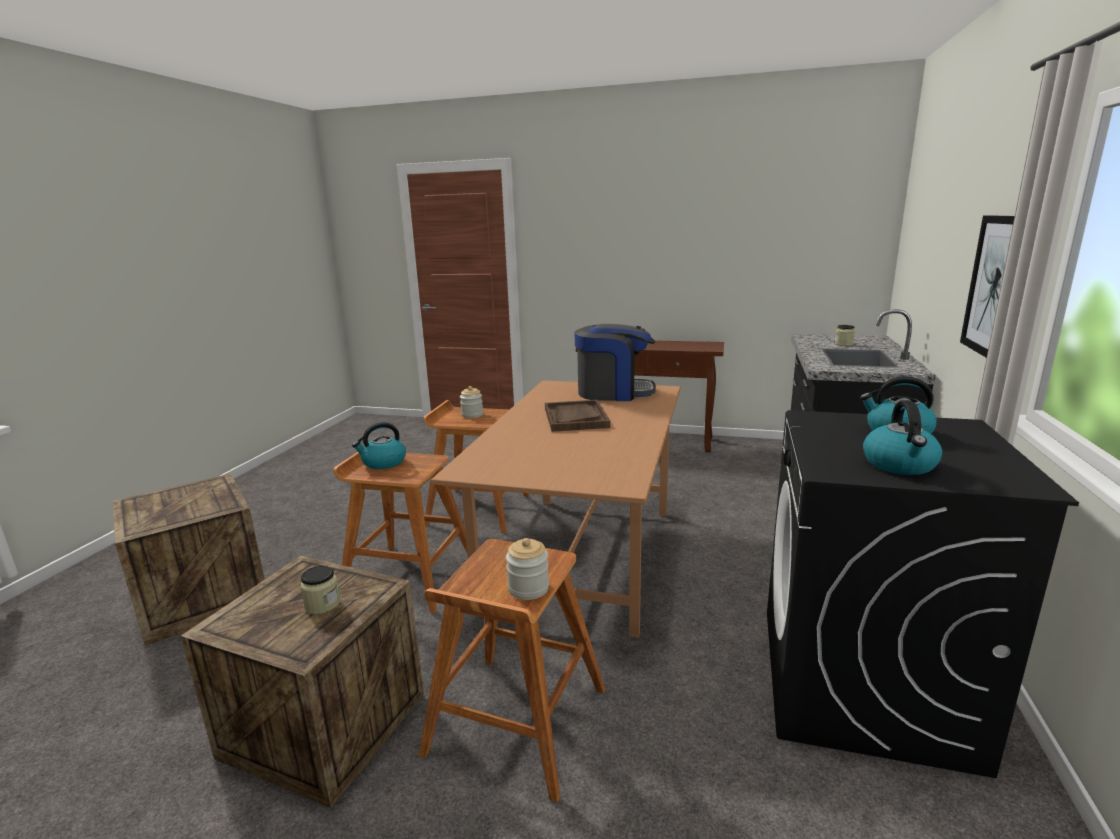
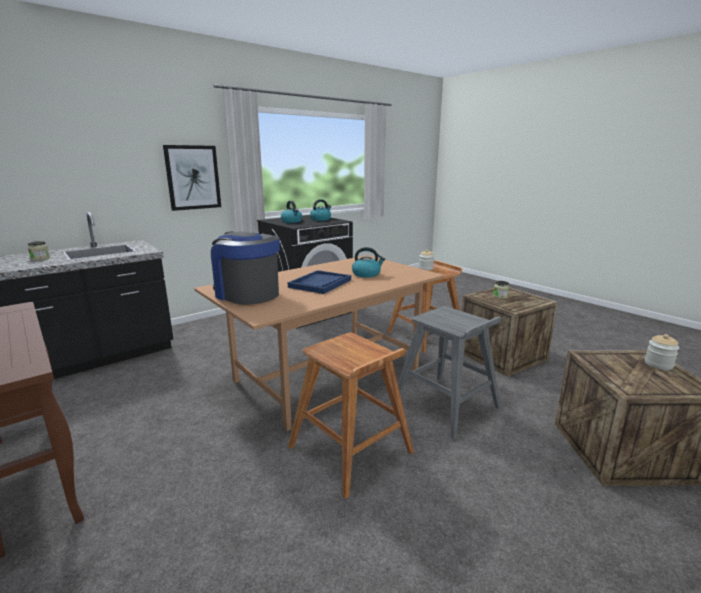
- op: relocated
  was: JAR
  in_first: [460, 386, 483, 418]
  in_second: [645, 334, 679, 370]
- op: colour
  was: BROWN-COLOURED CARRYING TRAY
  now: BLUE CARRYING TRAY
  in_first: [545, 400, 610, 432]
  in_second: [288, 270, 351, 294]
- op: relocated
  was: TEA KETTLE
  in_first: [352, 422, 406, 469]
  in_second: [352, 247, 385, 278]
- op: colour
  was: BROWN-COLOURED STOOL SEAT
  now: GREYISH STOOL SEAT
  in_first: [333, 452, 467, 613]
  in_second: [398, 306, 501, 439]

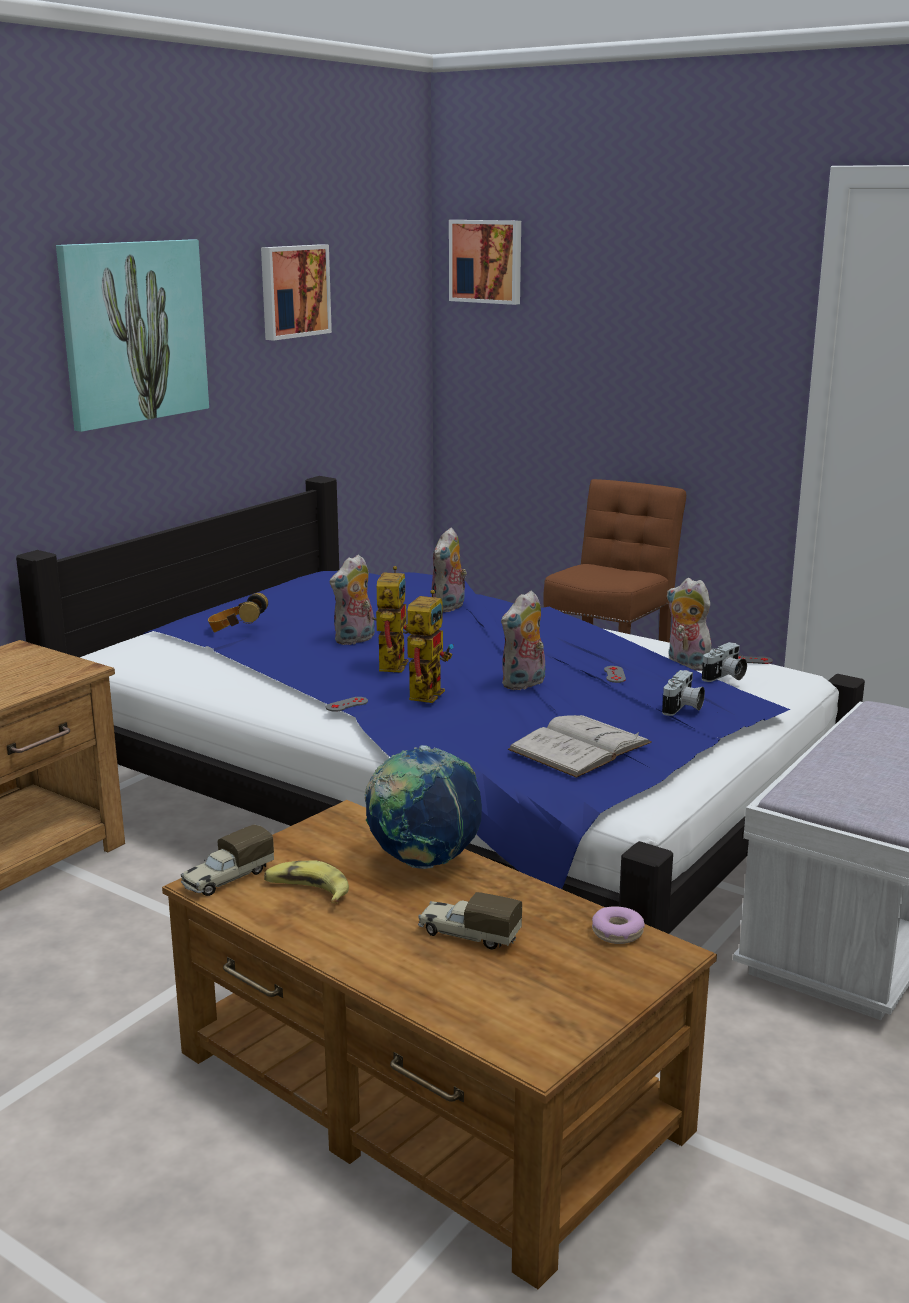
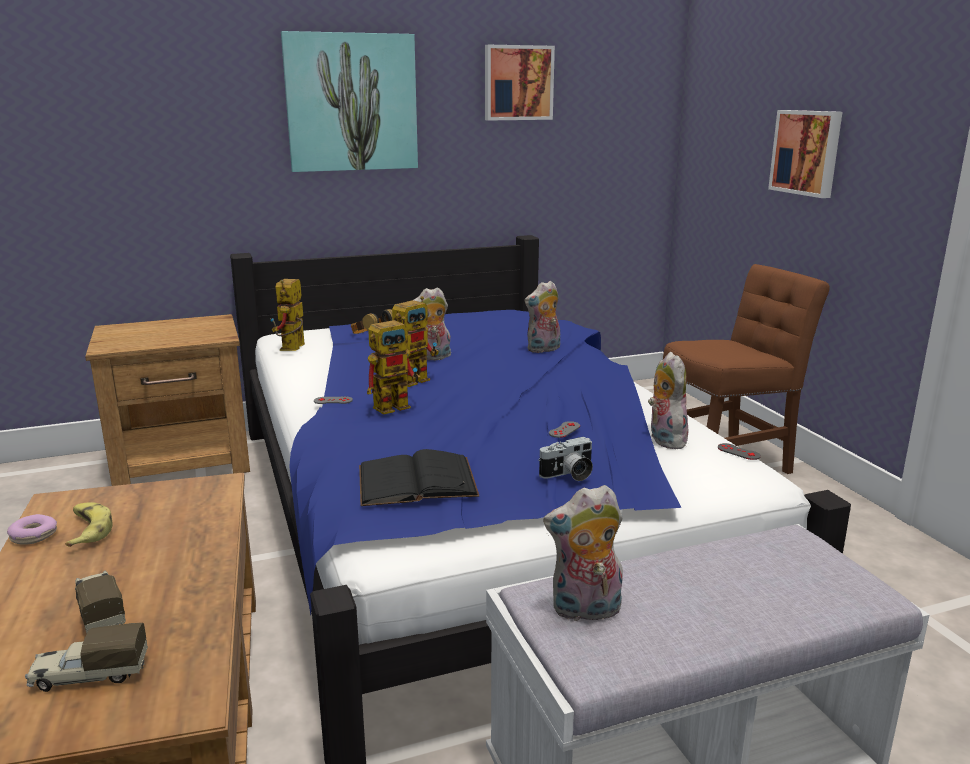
- op: relocated
  was: WALL ART
  in_first: [449, 220, 521, 305]
  in_second: [768, 110, 842, 198]
- op: relocated
  was: CUDDLY TOY
  in_first: [501, 591, 545, 690]
  in_second: [543, 485, 623, 624]
- op: missing
  was: PHOTO CAMERA
  in_first: [702, 642, 747, 682]
- op: colour
  was: WHITE-COLOURED VOLUME
  now: BLACK-COLOURED VOLUME
  in_first: [508, 715, 652, 778]
  in_second: [359, 449, 480, 506]
- op: missing
  was: DESK GLOBE
  in_first: [365, 745, 482, 869]
- op: relocated
  was: TOY LORRY
  in_first: [181, 825, 274, 896]
  in_second: [25, 623, 148, 692]
- op: relocated
  was: RING DOUGHNUT
  in_first: [592, 906, 645, 944]
  in_second: [7, 514, 57, 545]
- op: appeared
  now: TOY ROBOT
  in_second: [270, 279, 305, 351]

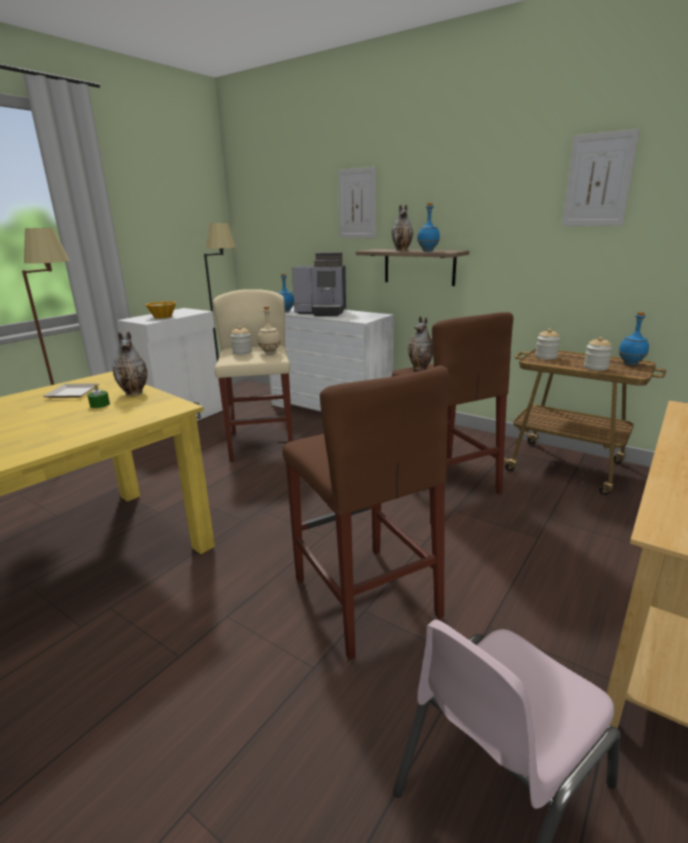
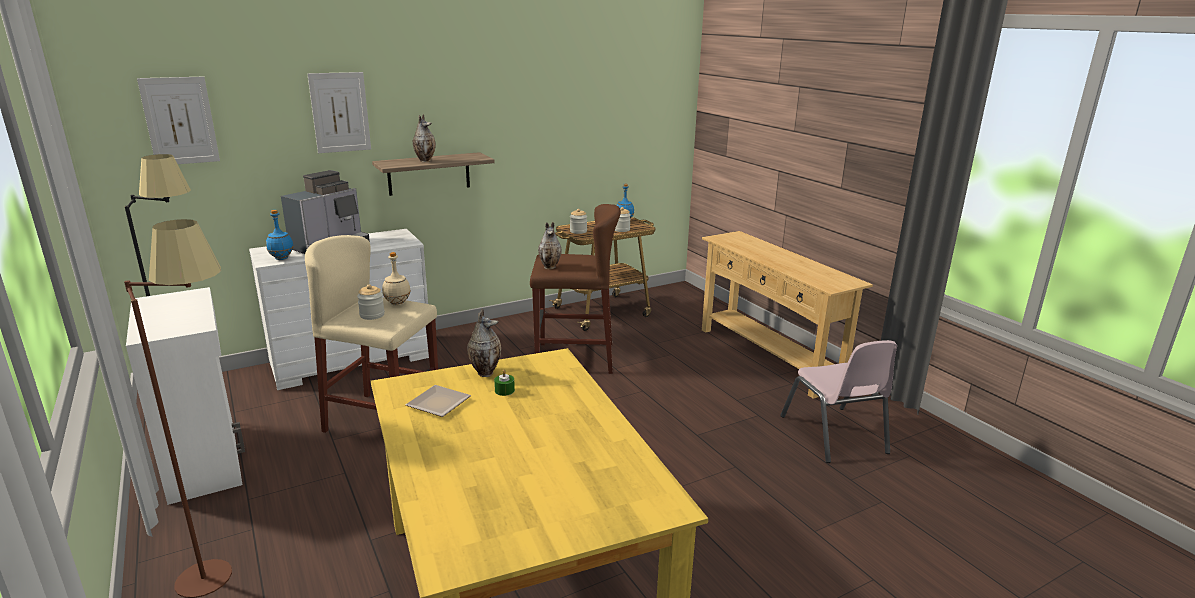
- op: relocated
  was: WALL ART
  in_first: [562, 129, 640, 226]
  in_second: [137, 77, 220, 164]
- op: missing
  was: BLUE BOTTLE
  in_first: [417, 203, 440, 251]
- op: missing
  was: SERVING BOWL
  in_first: [145, 301, 176, 318]
- op: missing
  was: BROWN-COLOURED STOOL SEAT
  in_first: [282, 365, 449, 660]

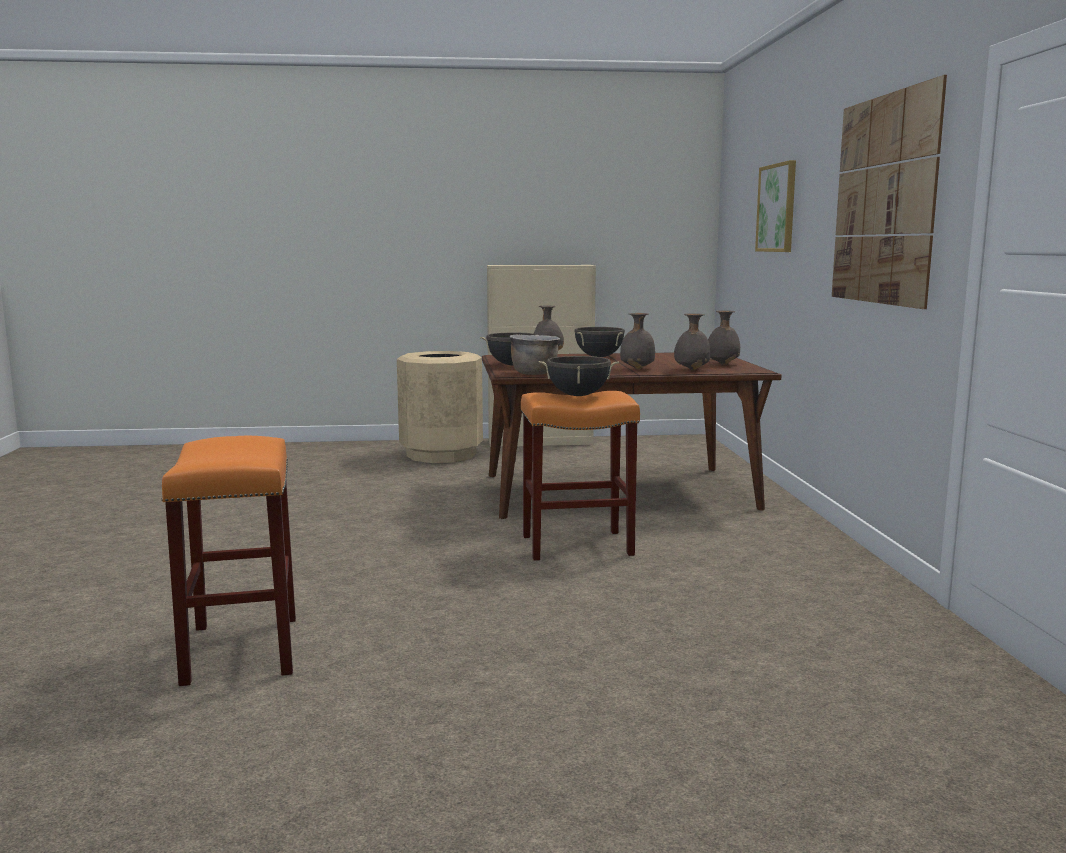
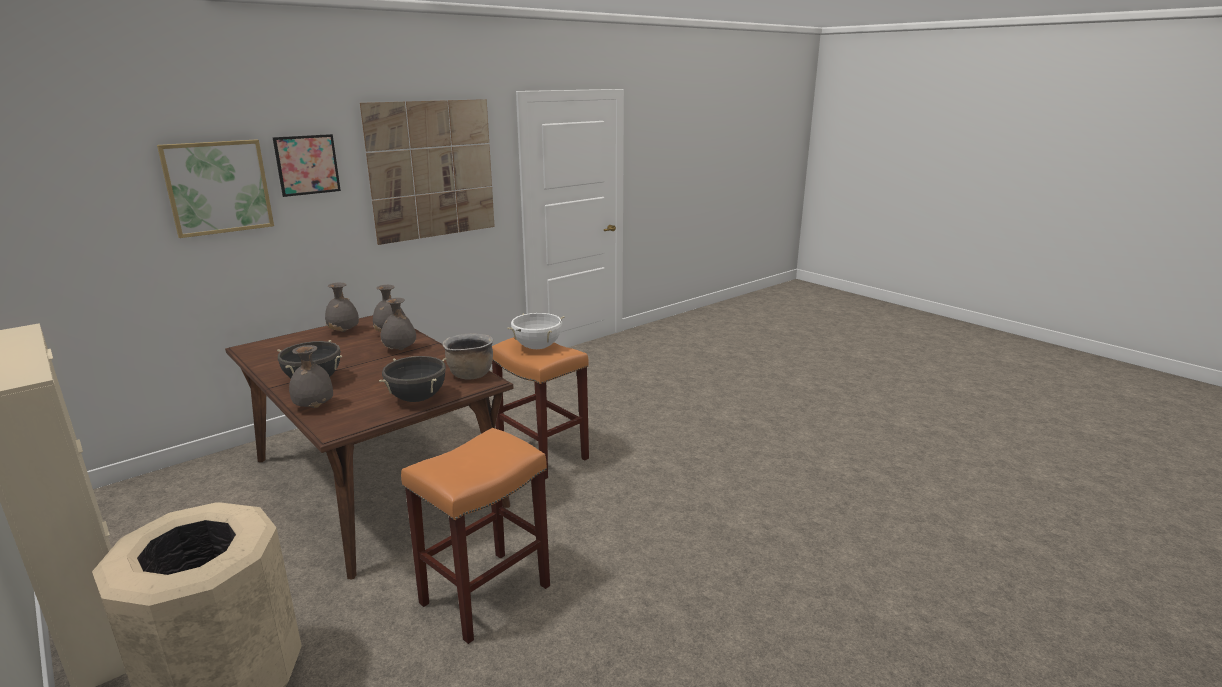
- op: colour
  was: BLACK-COLOURED SAUCEPOT
  now: WHITE-COLOURED SAUCEPOT
  in_first: [539, 356, 619, 396]
  in_second: [507, 313, 565, 349]
- op: relocated
  was: ORANGE-COLOURED STOOL SEAT
  in_first: [161, 436, 296, 686]
  in_second: [401, 428, 550, 644]
- op: appeared
  now: WALL ART
  in_second: [273, 134, 341, 197]

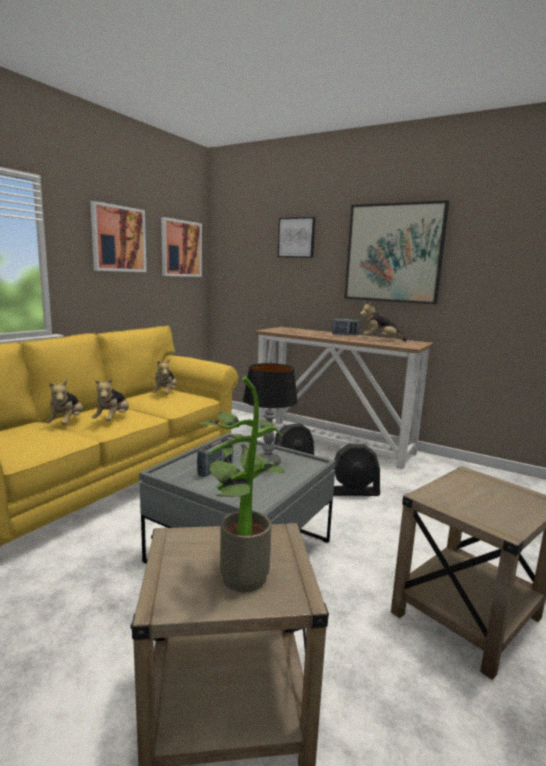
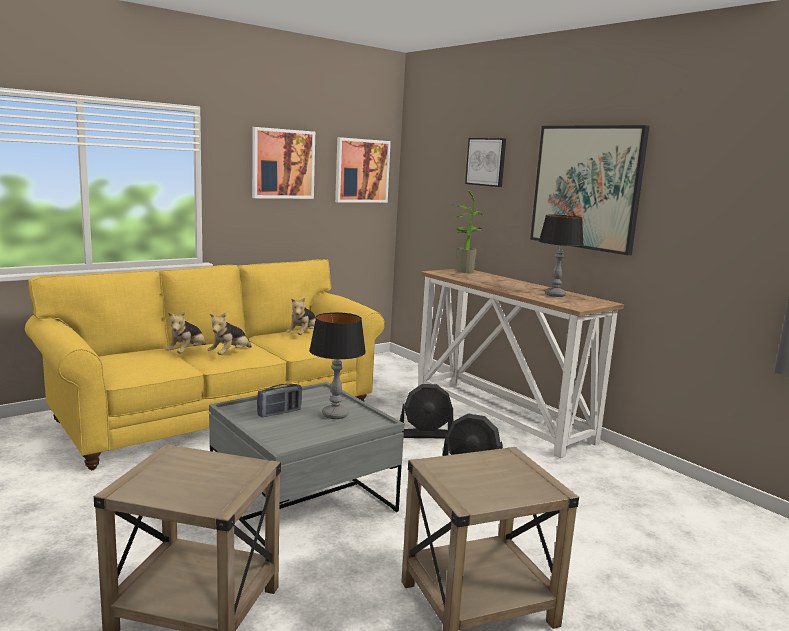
- op: exchanged
  was: CUDDLY TOY
  now: TABLE LAMP
  in_first: [360, 302, 407, 341]
  in_second: [539, 215, 584, 297]
- op: missing
  was: RADIO SET
  in_first: [332, 317, 360, 335]
- op: relocated
  was: HOUSEPLANT
  in_first: [198, 376, 285, 592]
  in_second: [451, 190, 483, 273]

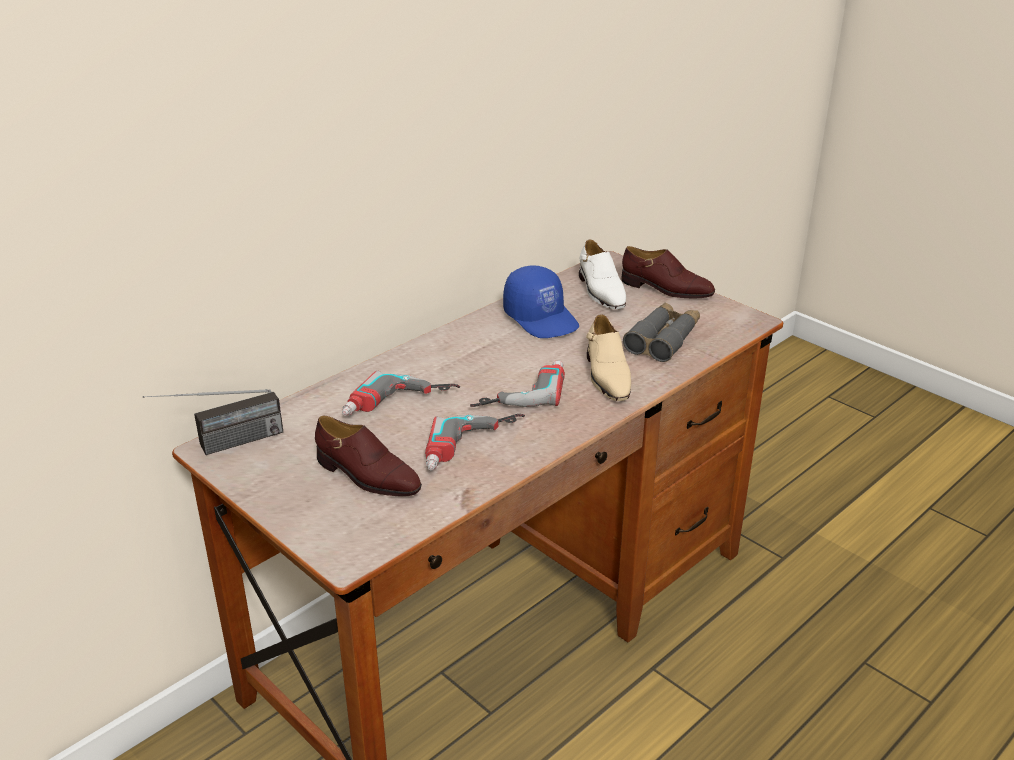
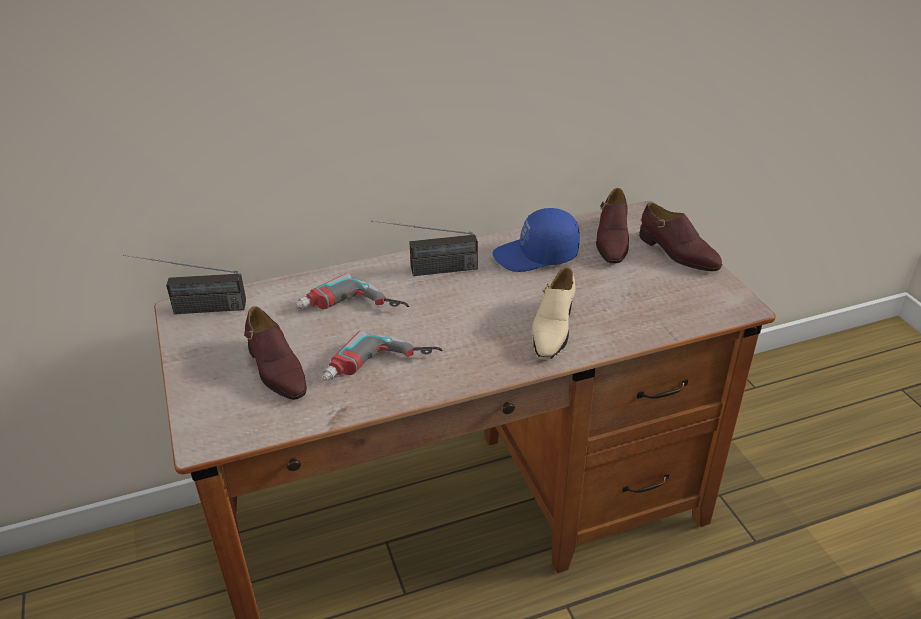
- op: colour
  was: WHITE-COLOURED LOW SHOE
  now: BROWN-COLOURED LOW SHOE
  in_first: [579, 240, 626, 309]
  in_second: [596, 188, 629, 264]
- op: spun
  was: BLUE CAP
  in_first: [503, 266, 579, 338]
  in_second: [492, 208, 580, 272]
  clockwise: 90
- op: missing
  was: GREYISH BINOCULARS
  in_first: [623, 302, 700, 362]
- op: missing
  was: DRILL
  in_first: [470, 360, 565, 407]
- op: appeared
  now: RADIO SET
  in_second: [371, 220, 478, 276]

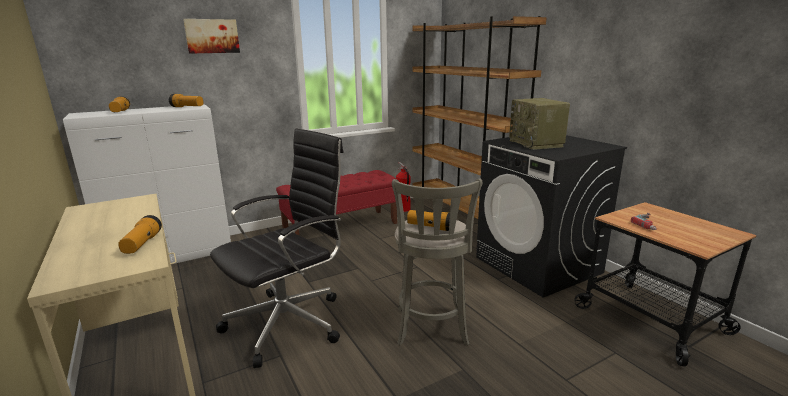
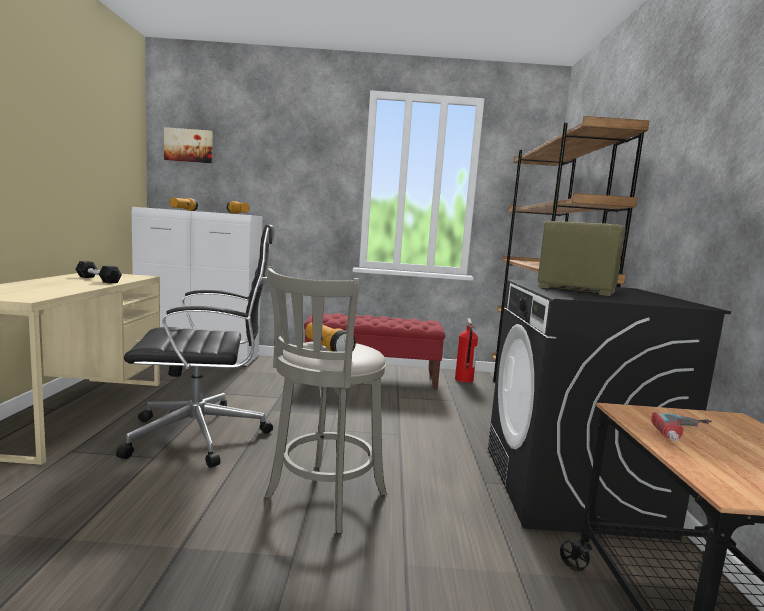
- op: relocated
  was: WALL ART
  in_first: [183, 19, 240, 54]
  in_second: [164, 127, 213, 163]
- op: spun
  was: RADIO SET
  in_first: [509, 98, 570, 150]
  in_second: [538, 221, 626, 296]
  clockwise: 105
- op: missing
  was: FLASHLIGHT
  in_first: [118, 215, 162, 254]
- op: appeared
  now: BLACK-COLOURED DUMBBELL
  in_second: [75, 261, 122, 284]

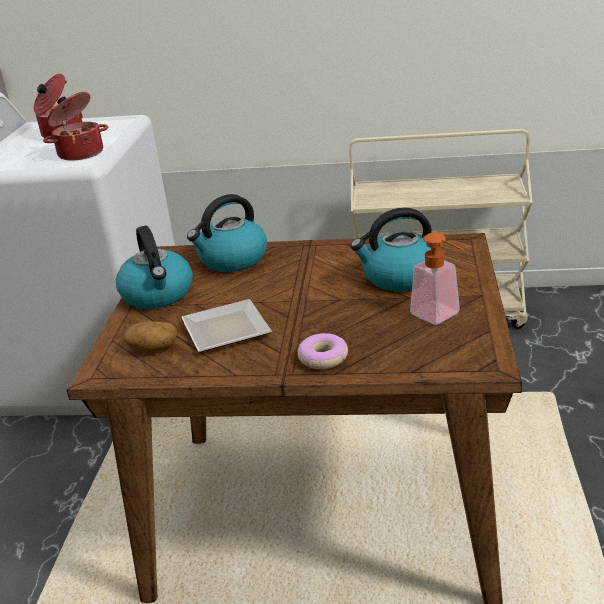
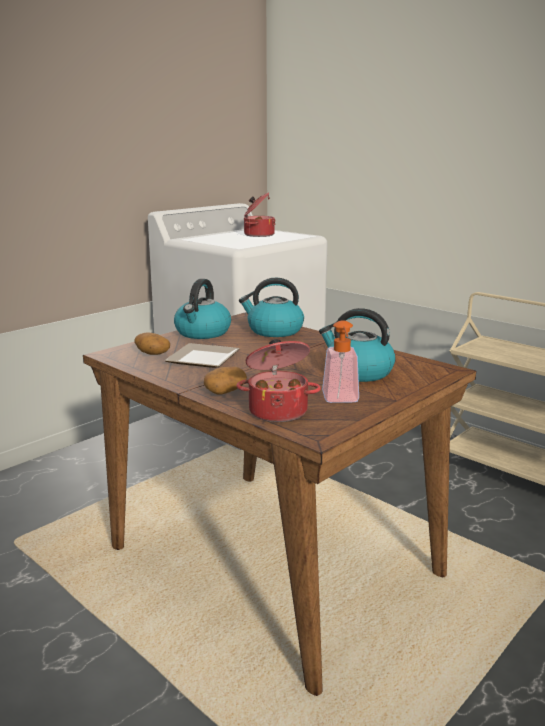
- op: relocated
  was: SAUCEPOT
  in_first: [43, 92, 108, 161]
  in_second: [236, 339, 321, 422]
- op: exchanged
  was: RING DOUGHNUT
  now: POTATO
  in_first: [297, 333, 348, 369]
  in_second: [204, 367, 247, 394]

